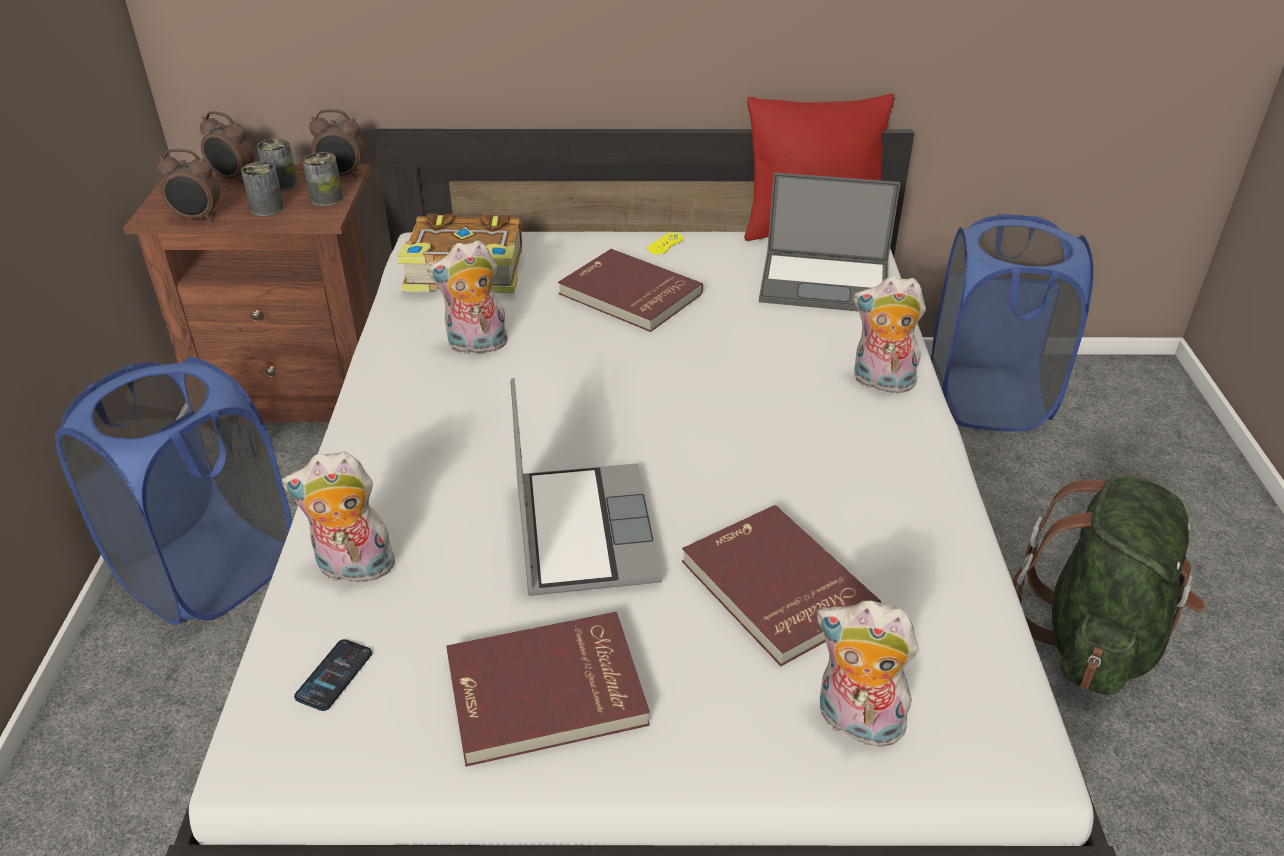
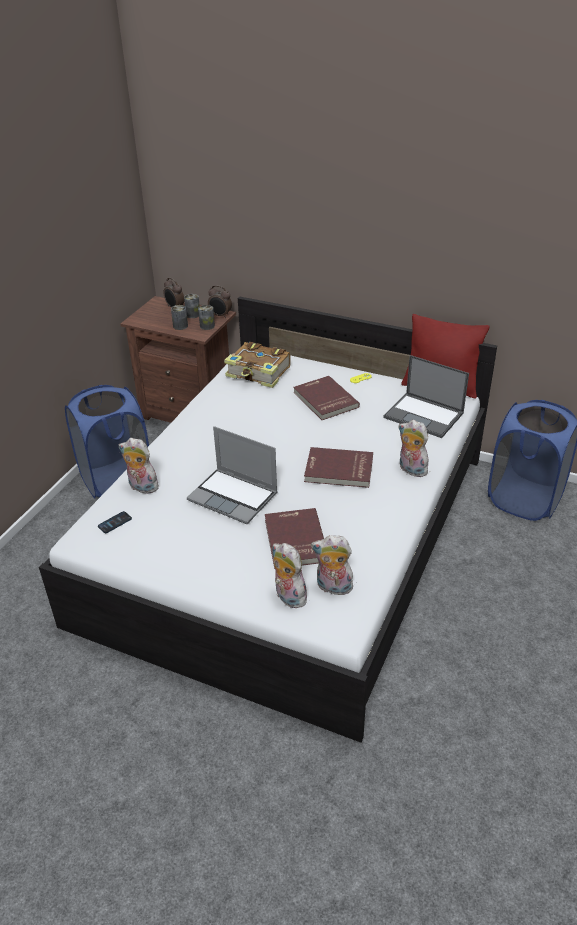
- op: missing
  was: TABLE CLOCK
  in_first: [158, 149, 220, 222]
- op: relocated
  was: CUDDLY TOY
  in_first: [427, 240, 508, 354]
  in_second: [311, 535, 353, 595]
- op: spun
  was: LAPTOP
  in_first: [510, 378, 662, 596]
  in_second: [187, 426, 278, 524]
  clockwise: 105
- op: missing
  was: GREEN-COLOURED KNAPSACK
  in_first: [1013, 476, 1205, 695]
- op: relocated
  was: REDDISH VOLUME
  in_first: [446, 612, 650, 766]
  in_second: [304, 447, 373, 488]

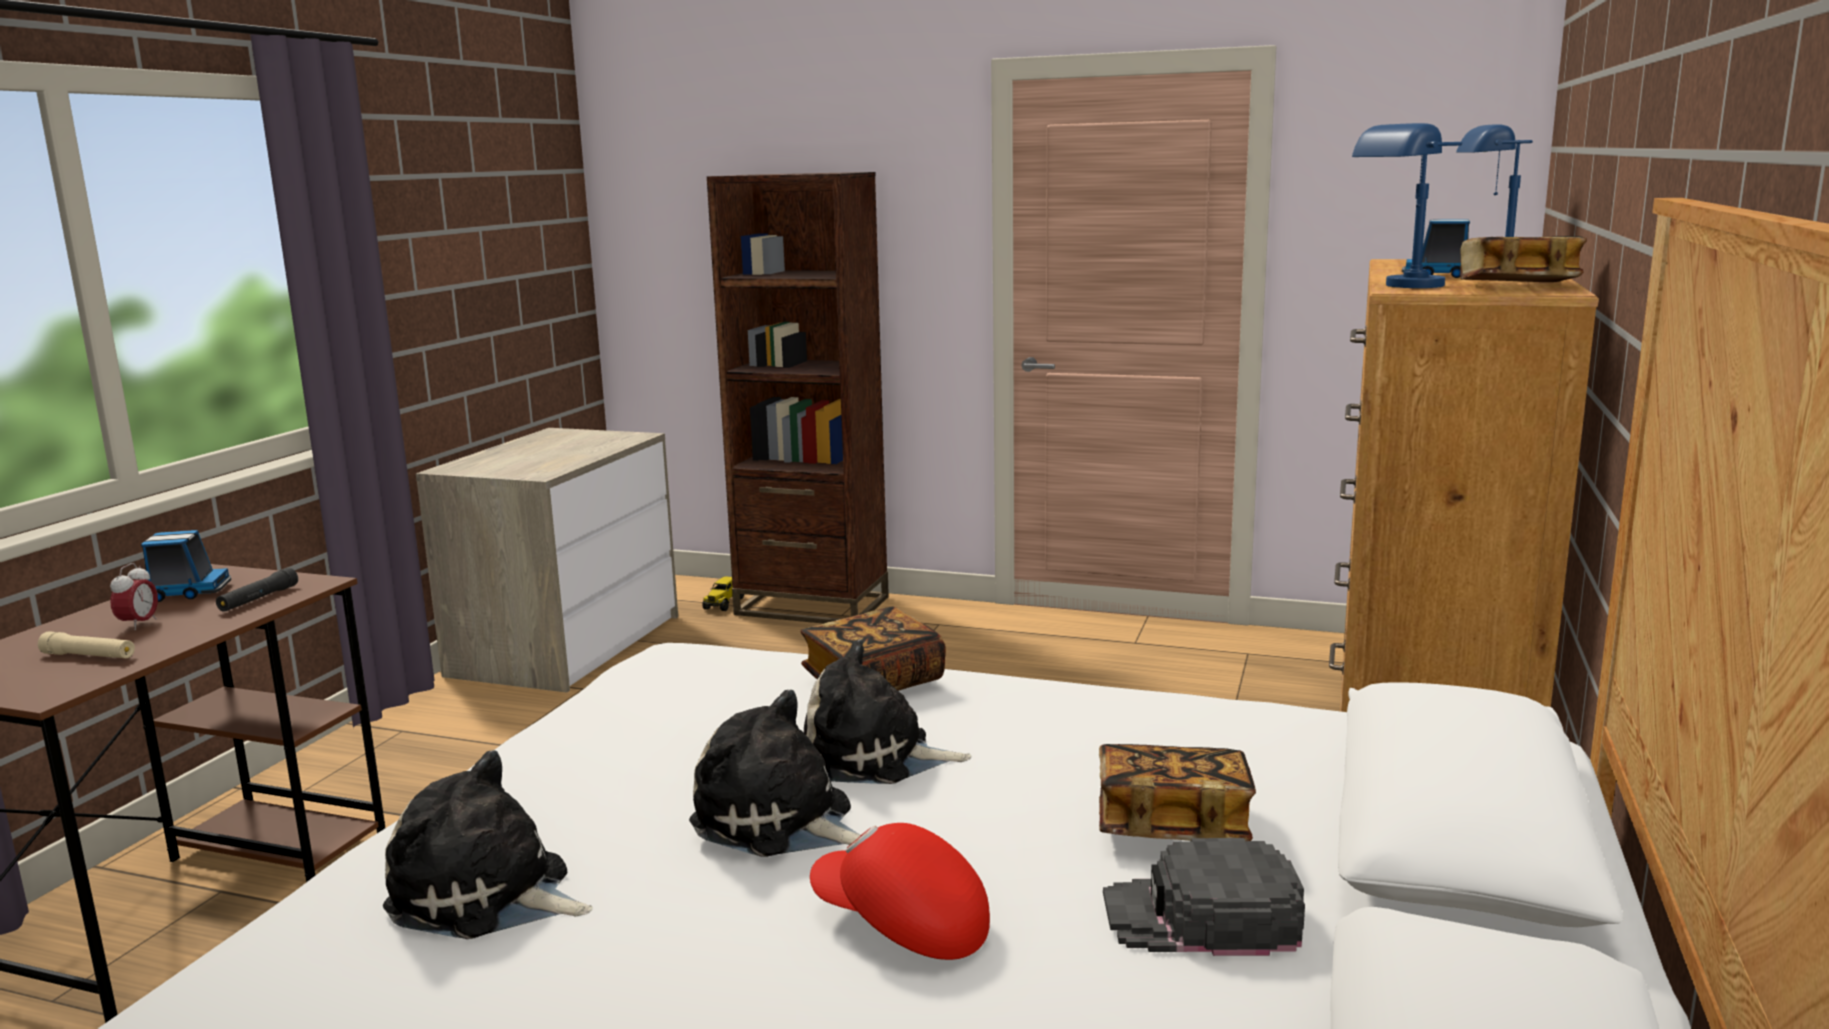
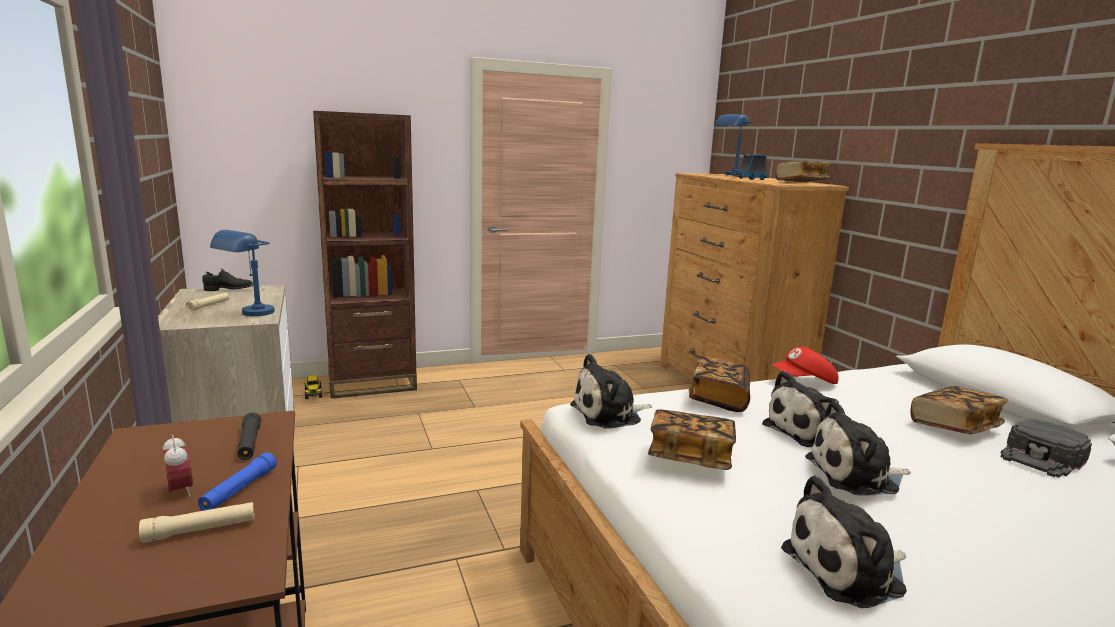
- op: relocated
  was: BLUE TABLE LAMP
  in_first: [1352, 123, 1463, 288]
  in_second: [210, 230, 275, 316]
- op: missing
  was: TOY LORRY
  in_first: [141, 530, 231, 602]
- op: relocated
  was: REDDISH CAP
  in_first: [810, 823, 990, 960]
  in_second: [773, 347, 839, 384]
- op: appeared
  now: BLACK-COLOURED LOW SHOE
  in_second: [202, 268, 253, 291]
- op: appeared
  now: BEIGE FLASHLIGHT
  in_second: [186, 293, 229, 311]
- op: appeared
  now: CUDDLY TOY
  in_second: [570, 354, 652, 429]
- op: appeared
  now: VOLUME
  in_second: [648, 409, 736, 470]
- op: appeared
  now: BLUE FLASHLIGHT
  in_second: [198, 452, 277, 511]

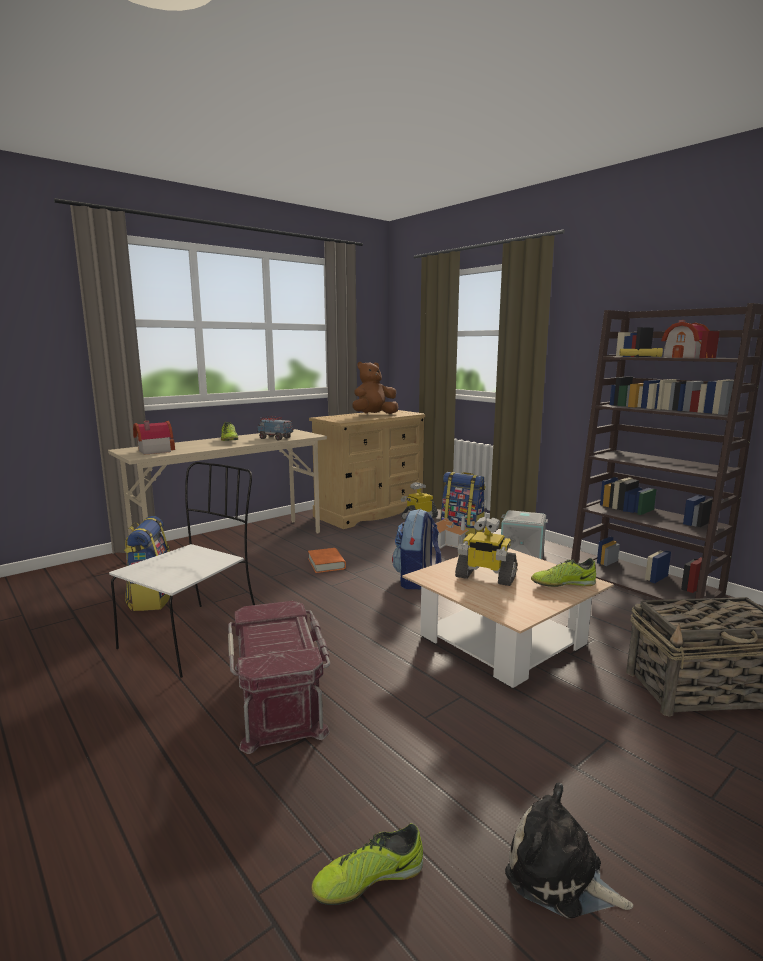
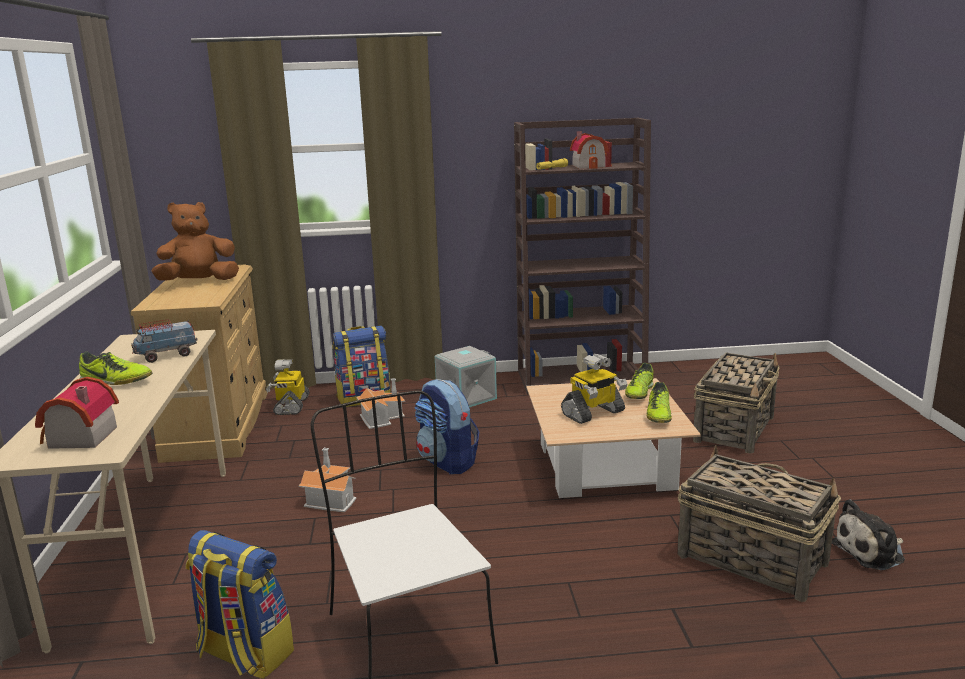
- op: spun
  was: BROWN-COLOURED CUDDLY TOY
  in_first: [352, 362, 398, 414]
  in_second: [151, 202, 239, 280]
  clockwise: 60
- op: exchanged
  was: ORANGE-COLOURED VOLUME
  now: MODEL HOUSE
  in_first: [308, 548, 346, 573]
  in_second: [299, 448, 357, 513]
- op: missing
  was: REDDISH STORAGE BIN
  in_first: [228, 601, 330, 754]
- op: relocated
  was: LOW SHOE
  in_first: [311, 823, 423, 905]
  in_second: [646, 382, 672, 423]
- op: appeared
  now: STORAGE BASKET
  in_second: [678, 445, 841, 602]

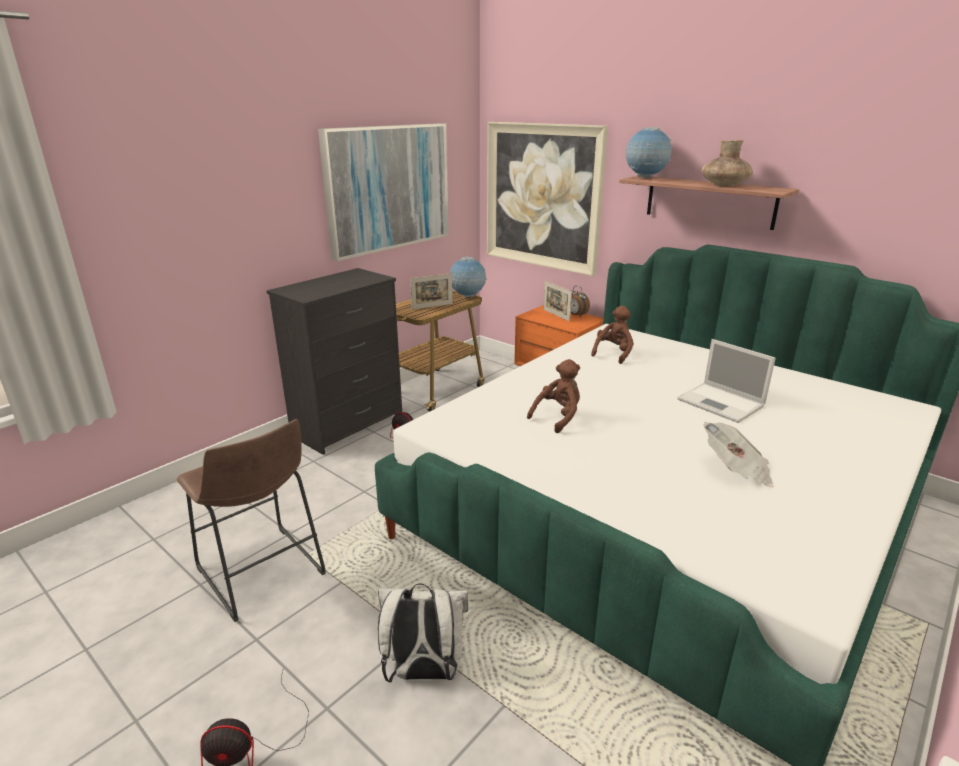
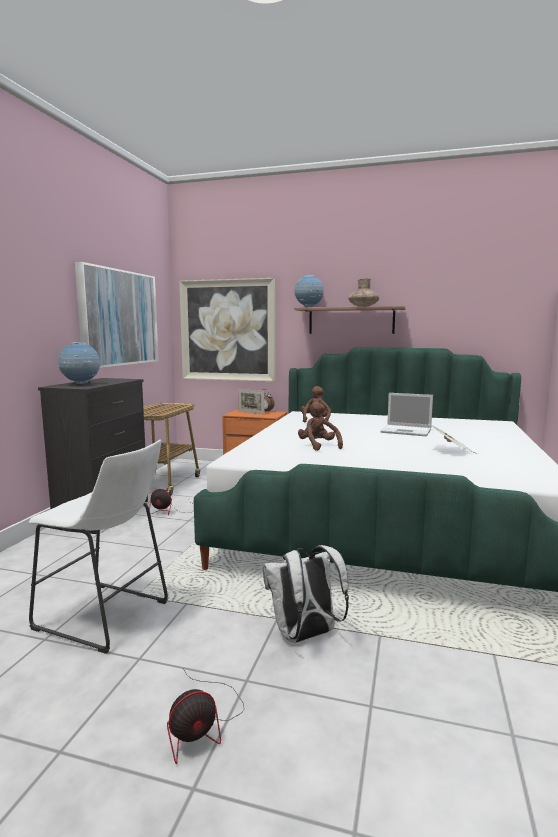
- op: relocated
  was: DESK GLOBE
  in_first: [449, 257, 487, 298]
  in_second: [58, 342, 101, 384]
- op: missing
  was: STANDING FRAME
  in_first: [410, 273, 453, 310]
- op: spun
  was: BROWN-COLOURED CUDDLY TOY
  in_first: [527, 359, 580, 433]
  in_second: [298, 401, 343, 451]
  clockwise: -45
- op: colour
  was: BROWN-COLOURED STOOL SEAT
  now: WHITE-COLOURED STOOL SEAT
  in_first: [177, 419, 326, 622]
  in_second: [29, 440, 168, 654]

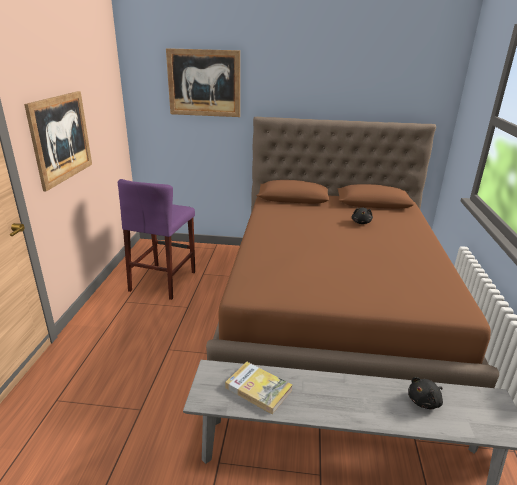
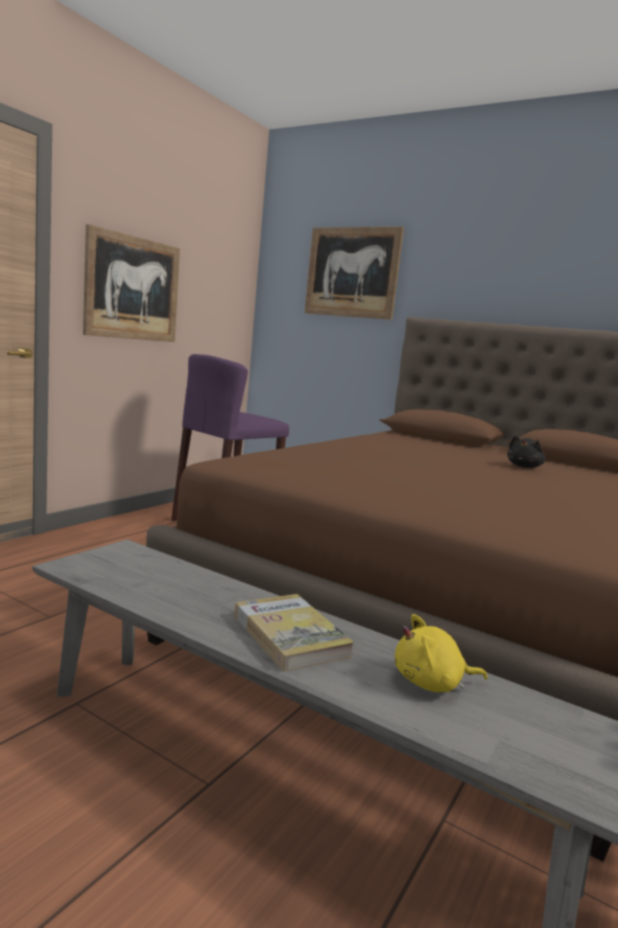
- op: relocated
  was: VOLUME
  in_first: [225, 362, 293, 414]
  in_second: [234, 594, 354, 672]
- op: colour
  was: BLACK-COLOURED CUDDLY TOY
  now: YELLOW-COLOURED CUDDLY TOY
  in_first: [408, 377, 443, 409]
  in_second: [395, 614, 488, 692]

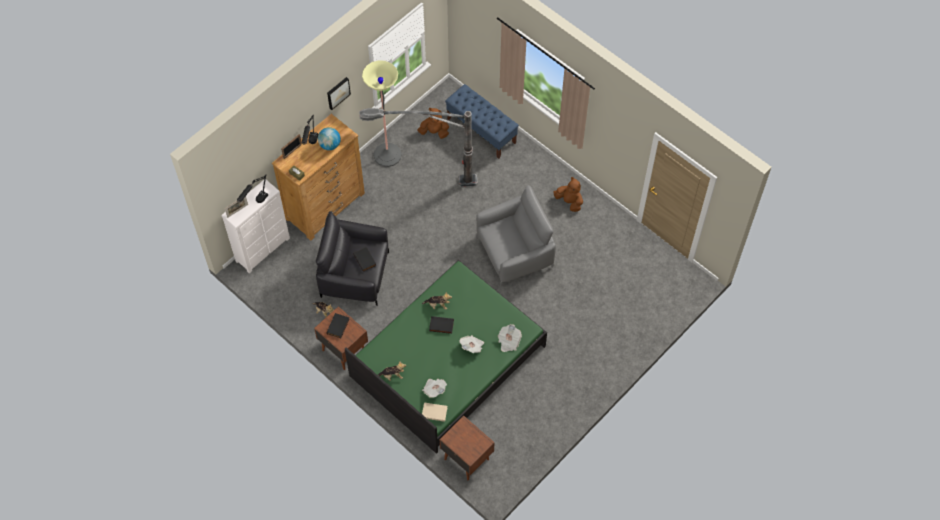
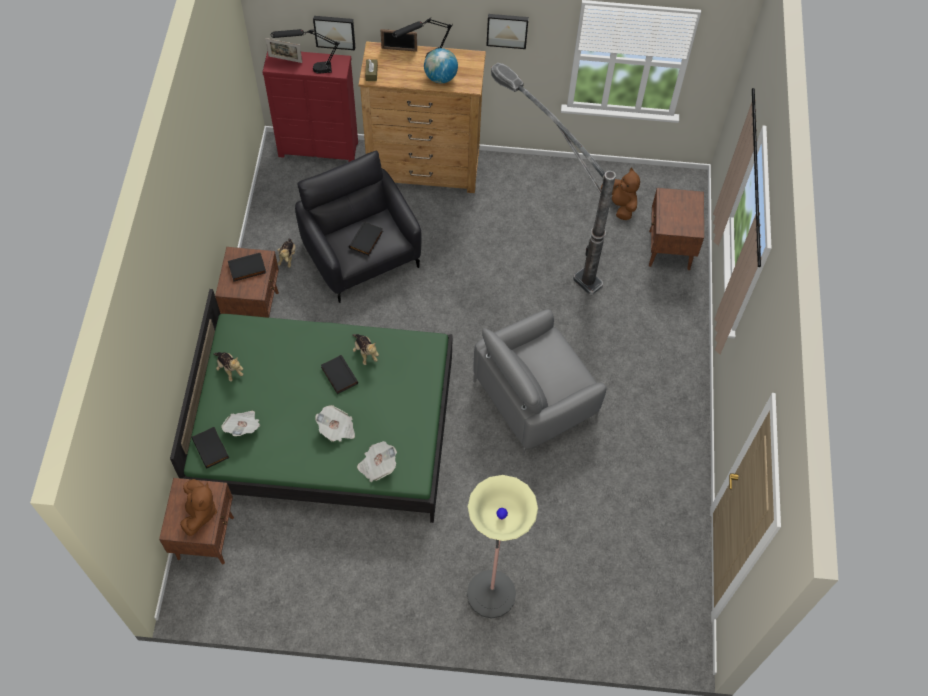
- op: relocated
  was: STANDARD LAMP
  in_first: [362, 60, 402, 167]
  in_second: [467, 475, 538, 618]
- op: exchanged
  was: BLUE LONG SEAT
  now: BROWN-COLOURED BEDSIDE TABLE
  in_first: [445, 84, 519, 159]
  in_second: [649, 188, 704, 270]
- op: relocated
  was: BROWN-COLOURED CUDDLY TOY
  in_first: [554, 177, 583, 212]
  in_second: [180, 479, 217, 536]
- op: colour
  was: WHITE-COLOURED DRAWER CHEST
  now: REDDISH DRAWER CHEST
  in_first: [221, 180, 290, 273]
  in_second: [262, 50, 358, 162]
- op: spun
  was: GREYISH EASY CHAIR
  in_first: [476, 185, 556, 287]
  in_second: [473, 309, 606, 455]
  clockwise: 120
- op: colour
  was: BEIGE VOLUME
  now: BLACK-COLOURED VOLUME
  in_first: [422, 402, 448, 422]
  in_second: [192, 427, 229, 468]
- op: appeared
  now: WALL ART
  in_second: [313, 16, 355, 50]

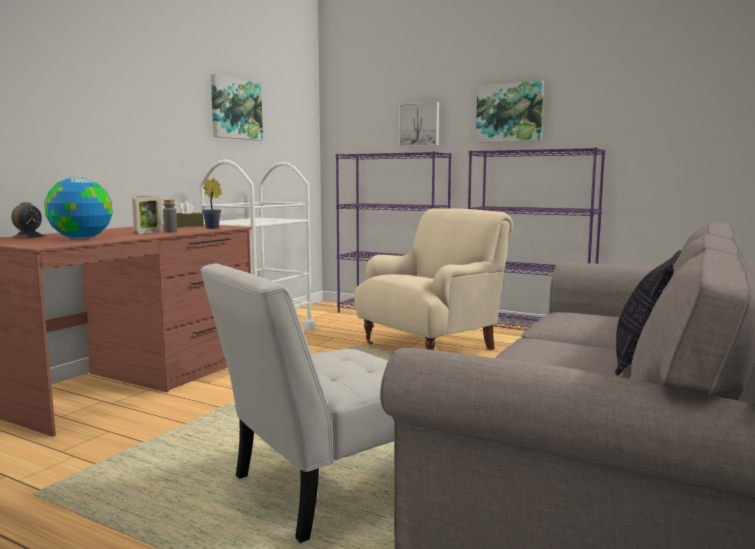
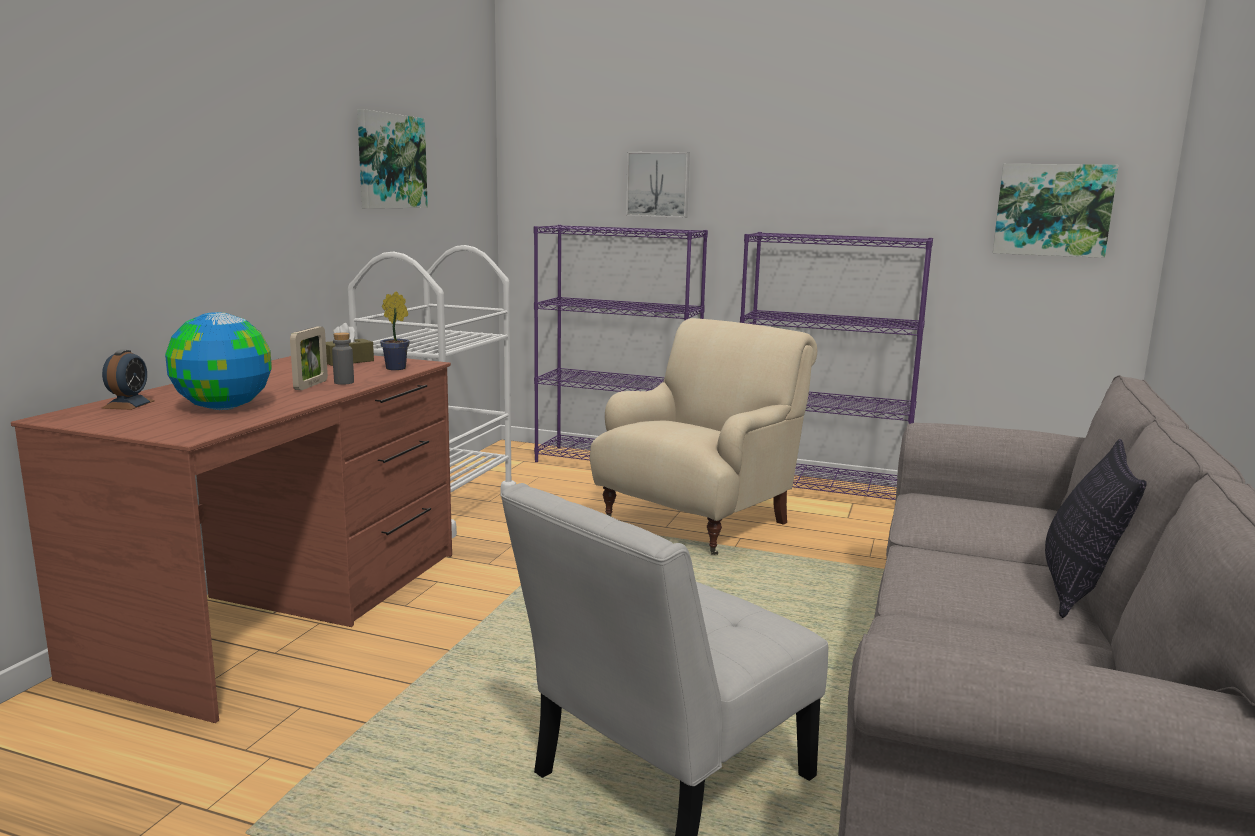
- op: relocated
  was: WALL ART
  in_first: [476, 81, 544, 143]
  in_second: [993, 164, 1119, 258]

